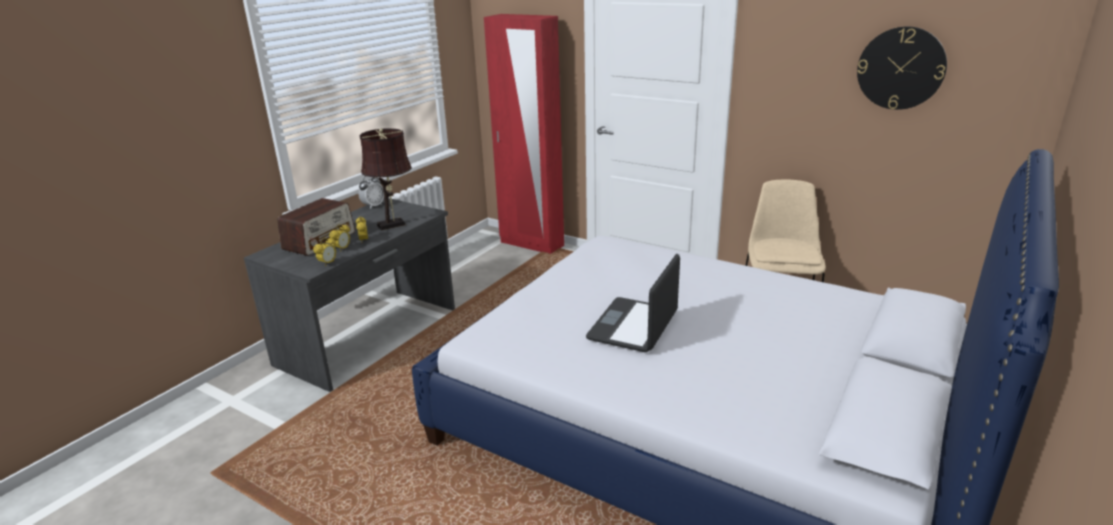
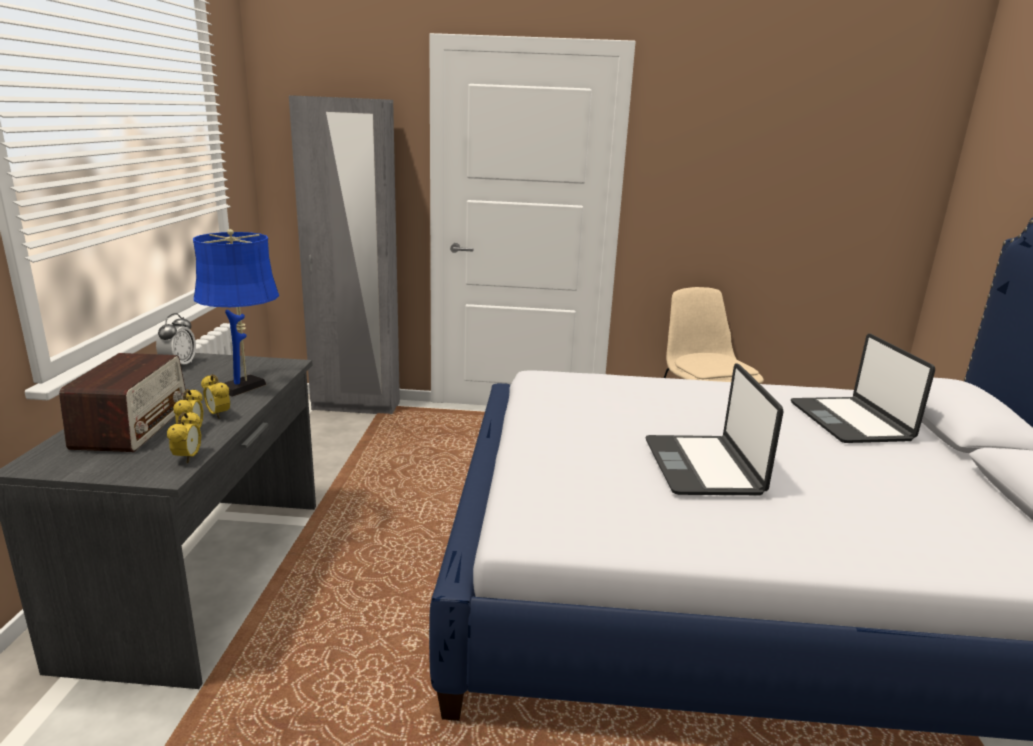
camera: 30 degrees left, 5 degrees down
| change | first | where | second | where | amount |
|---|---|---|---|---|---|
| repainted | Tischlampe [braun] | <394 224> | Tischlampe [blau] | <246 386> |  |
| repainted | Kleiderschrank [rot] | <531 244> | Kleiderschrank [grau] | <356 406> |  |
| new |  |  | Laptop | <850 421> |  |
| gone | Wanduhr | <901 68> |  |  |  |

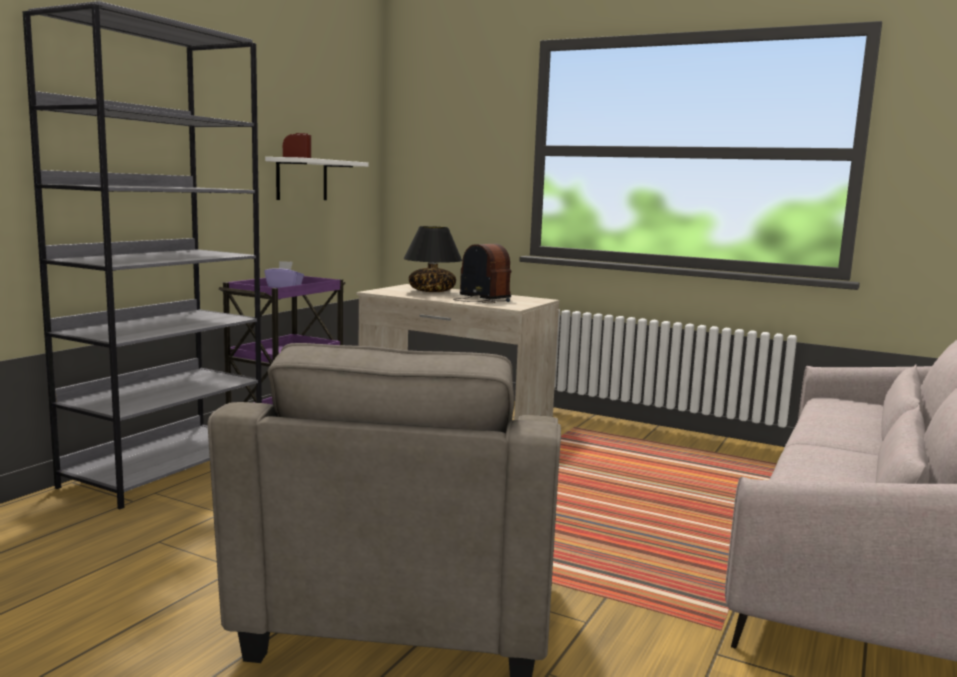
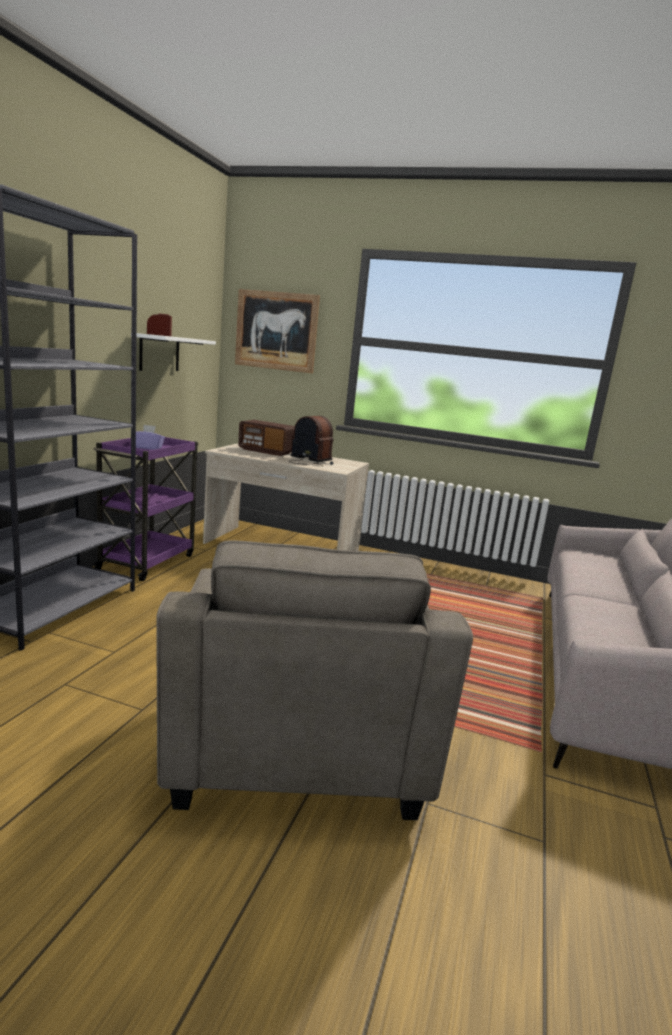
camera: 10 degrees left, 5 degrees up
| change | first | where | second | where | amount |
|---|---|---|---|---|---|
| new |  |  | Bild | <276 331> |  |
| swapped | Tischlampe [schwarz] | <432 291> | Radio | <266 451> |  |

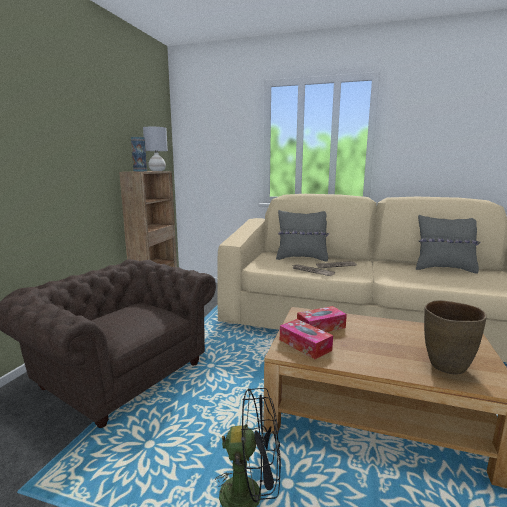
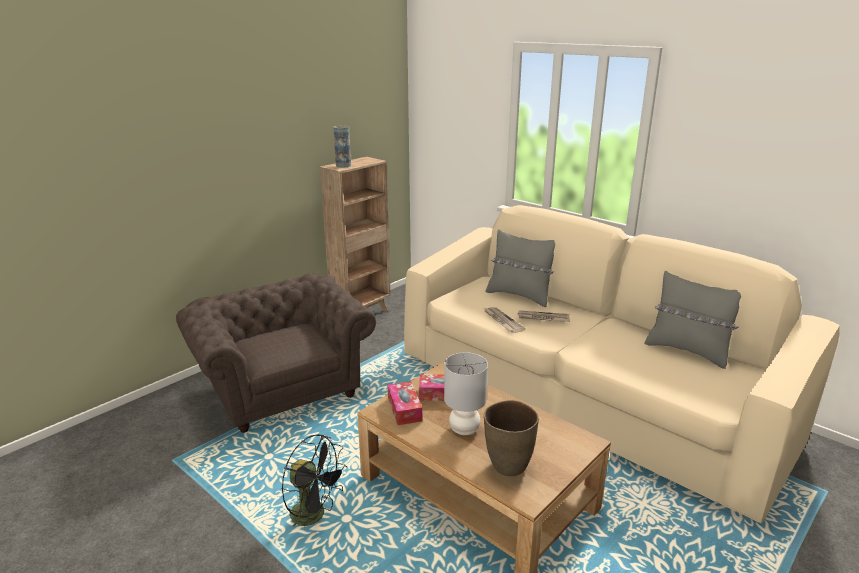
camera: 25 degrees right, 10 degrees up
| change | first | where | second | where | amount |
|---|---|---|---|---|---|
| shifted | Tischlampe [grau] | <157 171> |  | <464 429> |  |

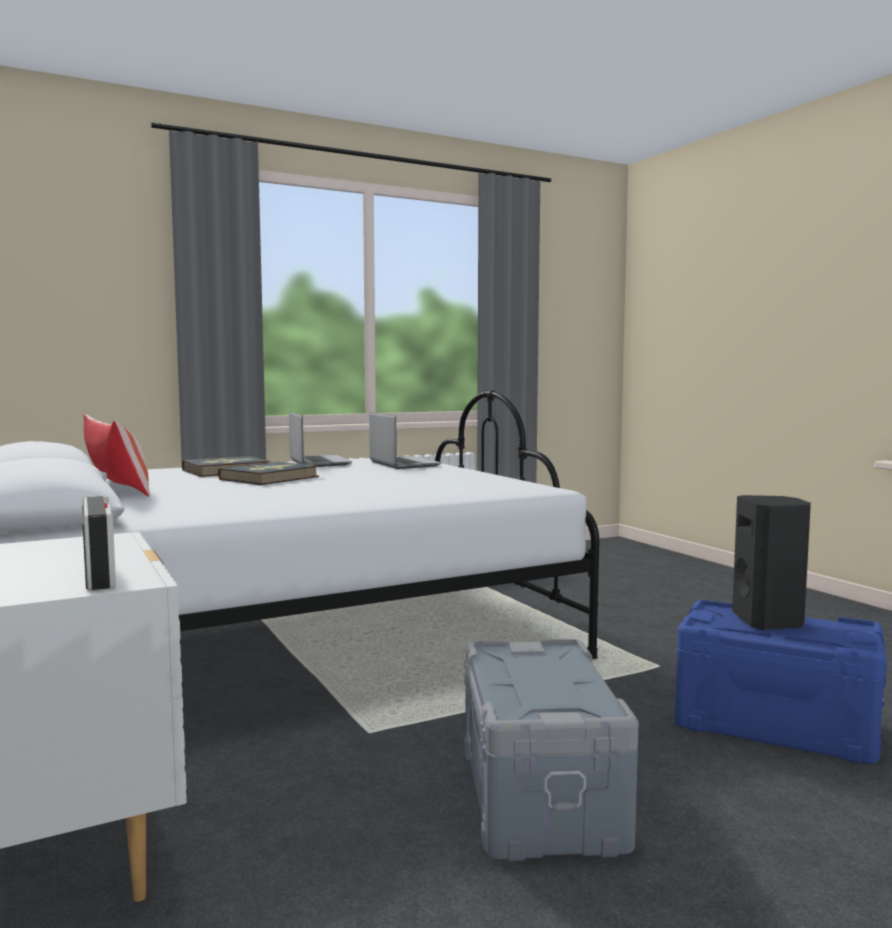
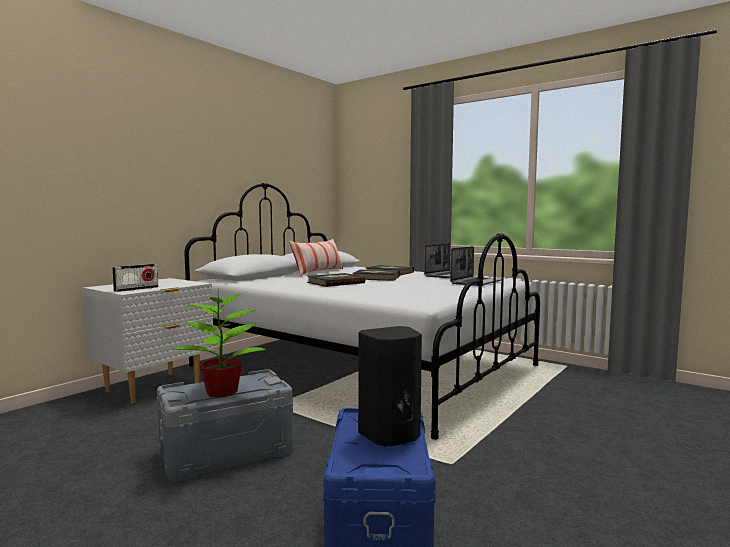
camera: 65 degrees right, 0 degrees up
| change | first | where | second | where | amount |
|---|---|---|---|---|---|
| new |  |  | Topfpflanze | <223 392> |  |
| new |  |  | Buch | <335 282> |  |

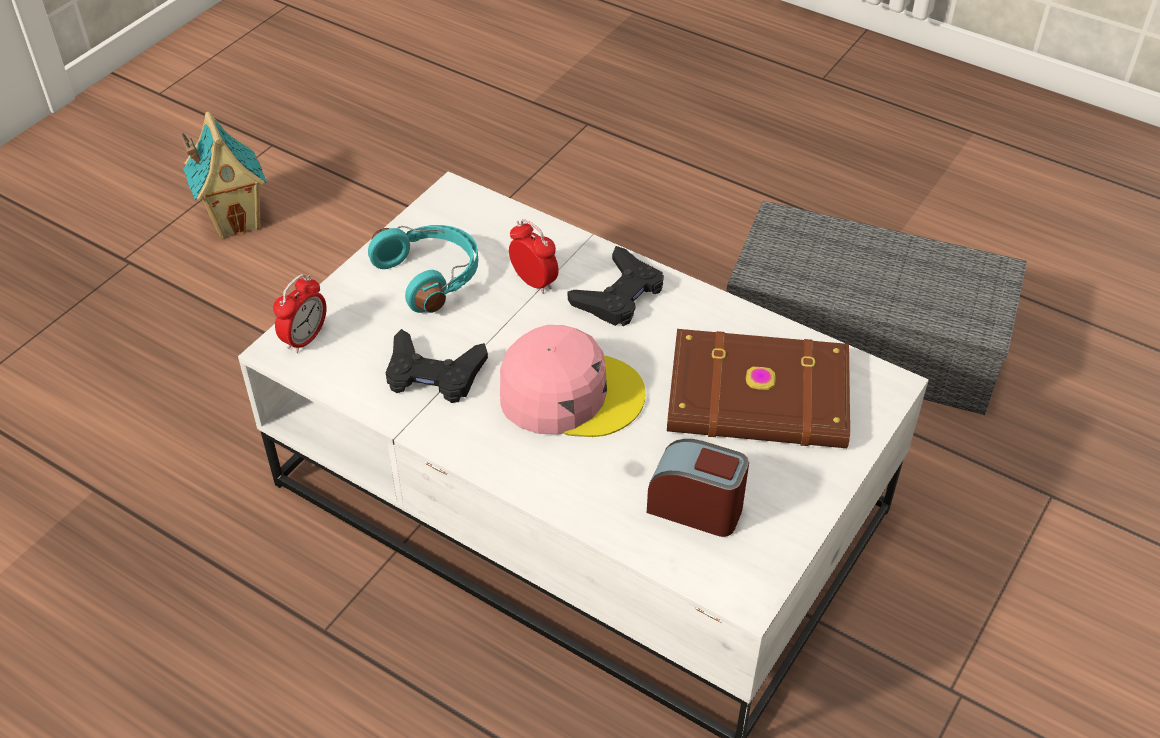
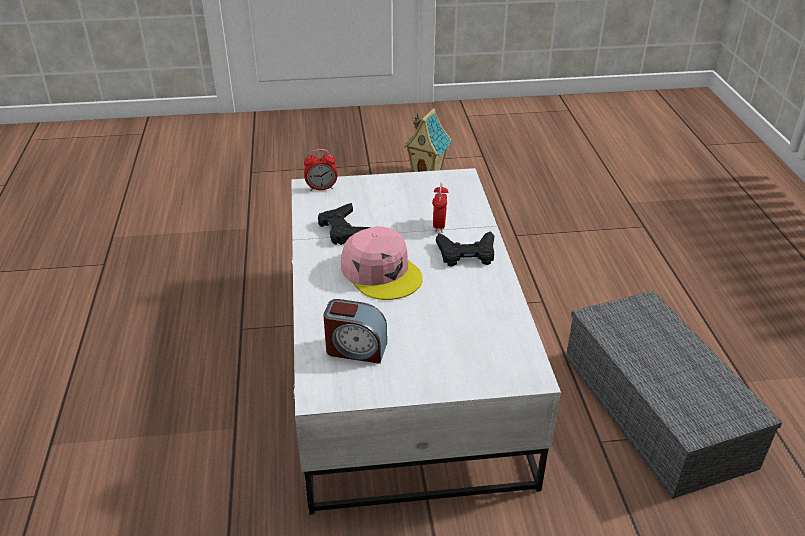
camera: 50 degrees right, 10 degrees down
| change | first | where | second | where | amount |
|---|---|---|---|---|---|
| rotated | Wecker | <696 507> |  | <356 349> | 120 degrees clockwise |
| gone | Kopfhörer [türkis] | <431 276> |  |  |  |
| gone | Buch [braun] | <759 399> |  |  |  |

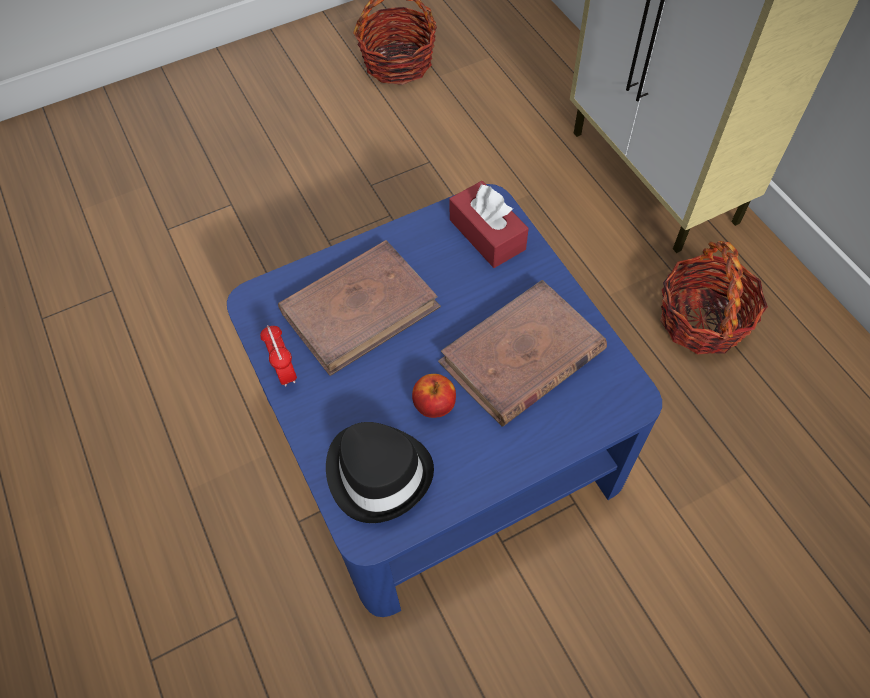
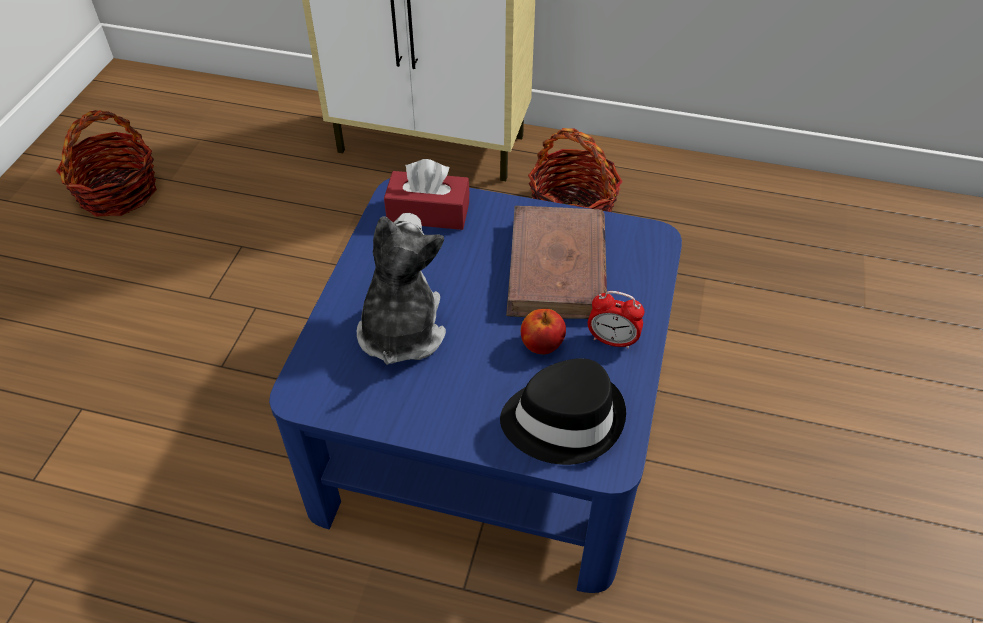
camera: 50 degrees left, 10 degrees down
| change | first | where | second | where | amount |
|---|---|---|---|---|---|
| swapped | Buch [braun] | <360 310> | Plüschtier | <401 330> |  |
| shifted | Wecker | <285 371> |  | <612 340> |  |

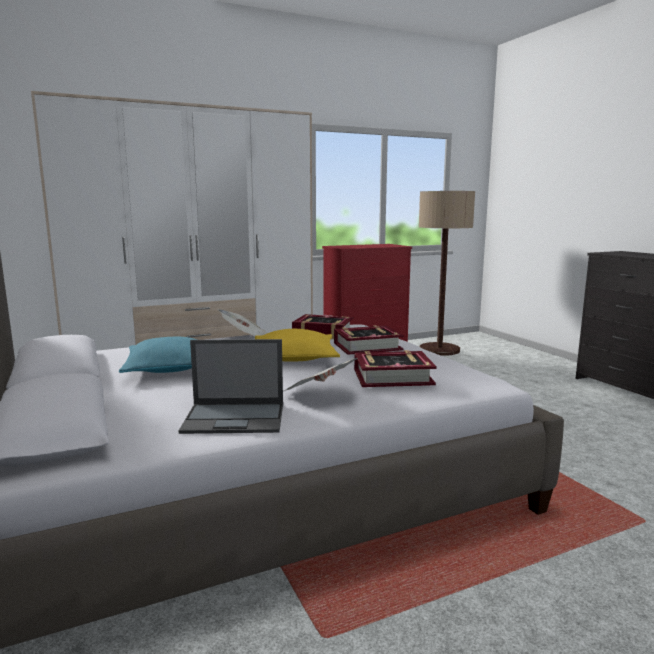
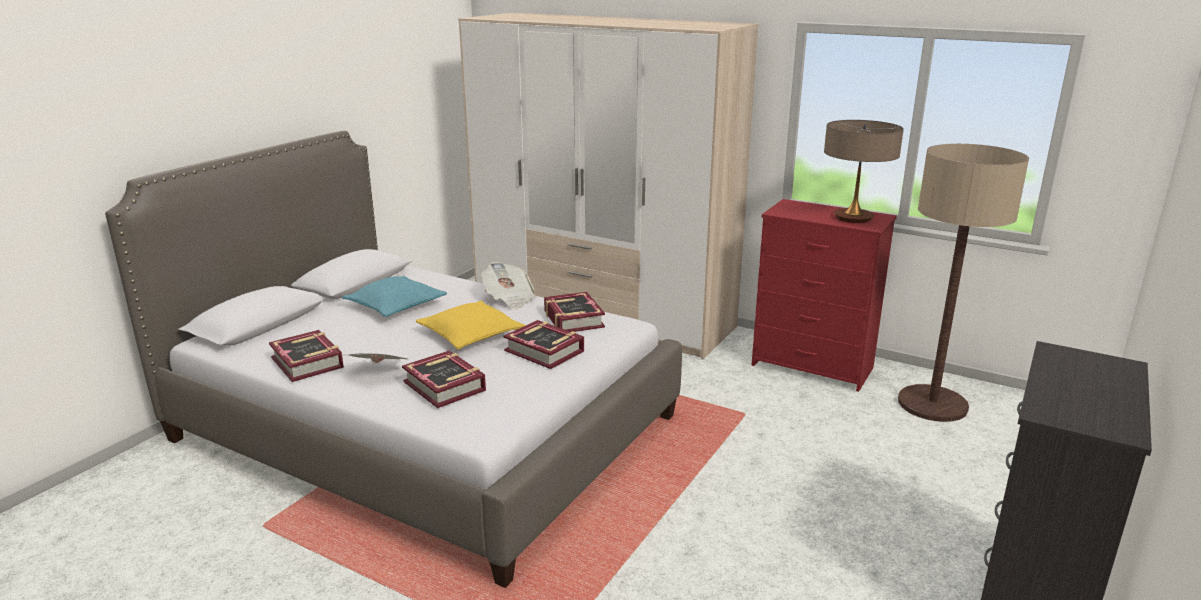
camera: 55 degrees right, 10 degrees up
| change | first | where | second | where | amount |
|---|---|---|---|---|---|
| swapped | Laptop | <236 418> | Buch | <308 362> |  |
| new |  |  | Tischlampe | <853 218> |  |

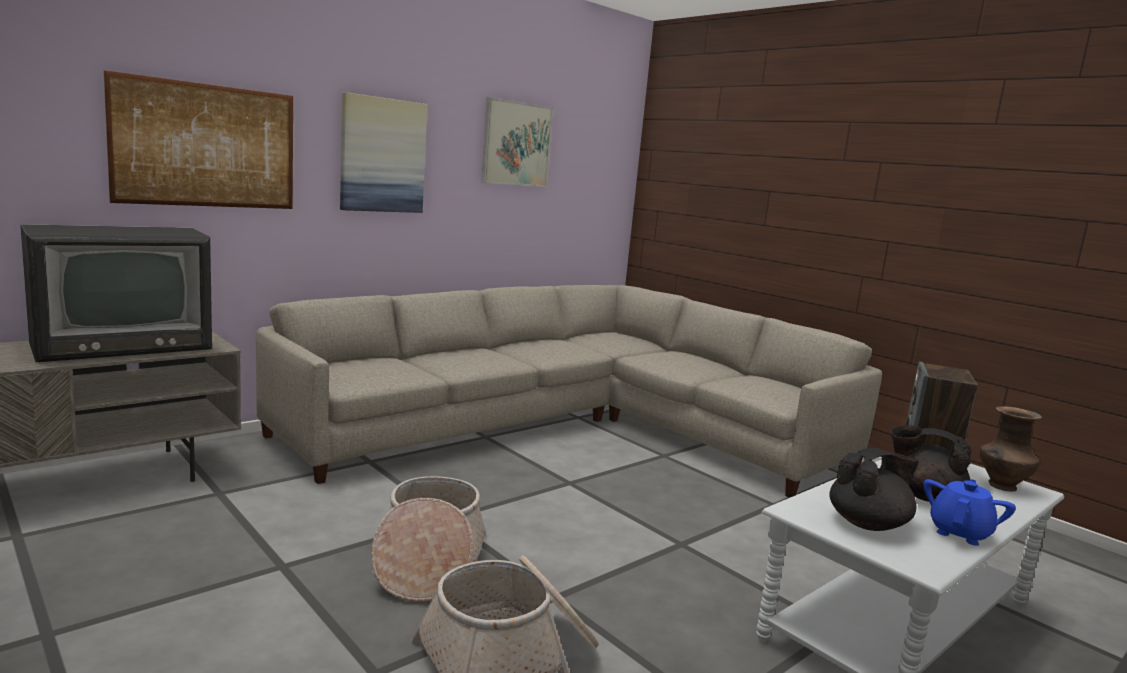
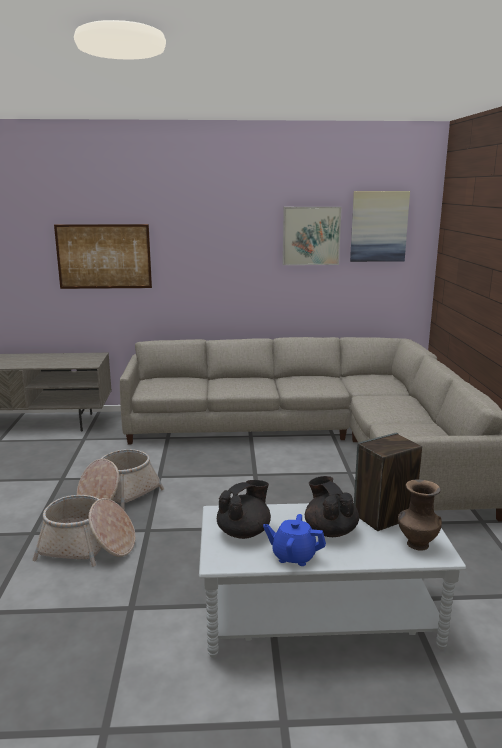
camera: 40 degrees right, 5 degrees up
| change | first | where | second | where | amount |
|---|---|---|---|---|---|
| rotated | Teekanne [schwarz] | <868 524> |  | <244 532> | 60 degrees counterclockwise |
| rotated | Teekanne [blau] | <959 533> |  | <293 556> | 150 degrees counterclockwise |
| shifted | Bild | <382 155> |  | <379 226> |  |
| gone | Fernseher | <123 344> |  |  |  |

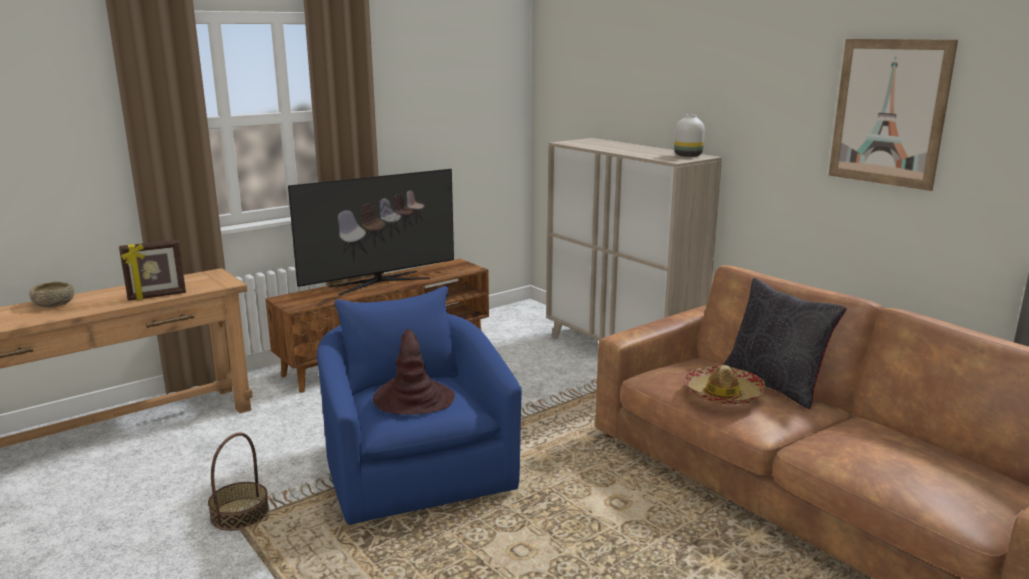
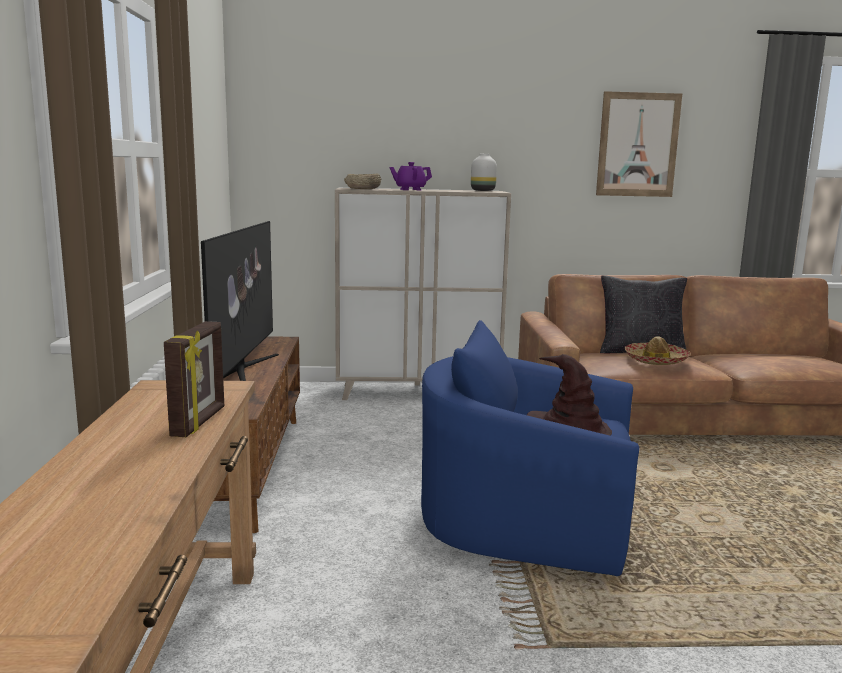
camera: 55 degrees left, 5 degrees down
| change | first | where | second | where | amount |
|---|---|---|---|---|---|
| shifted | Schüssel [beige] | <53 304> |  | <363 189> |  |
| new |  |  | Teekanne [lila] | <410 189> |  |
| gone | Korb | <240 514> |  |  |  |

